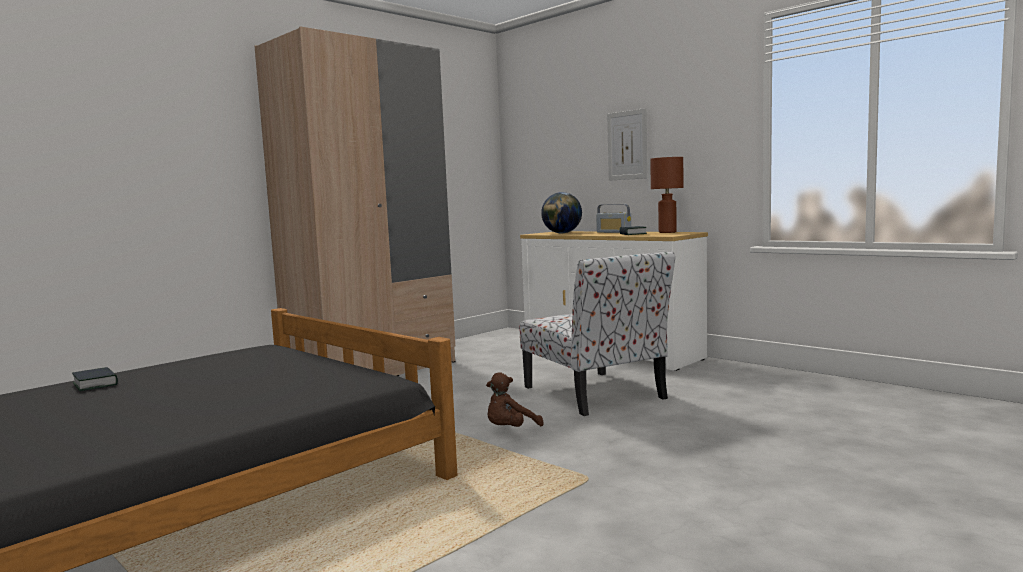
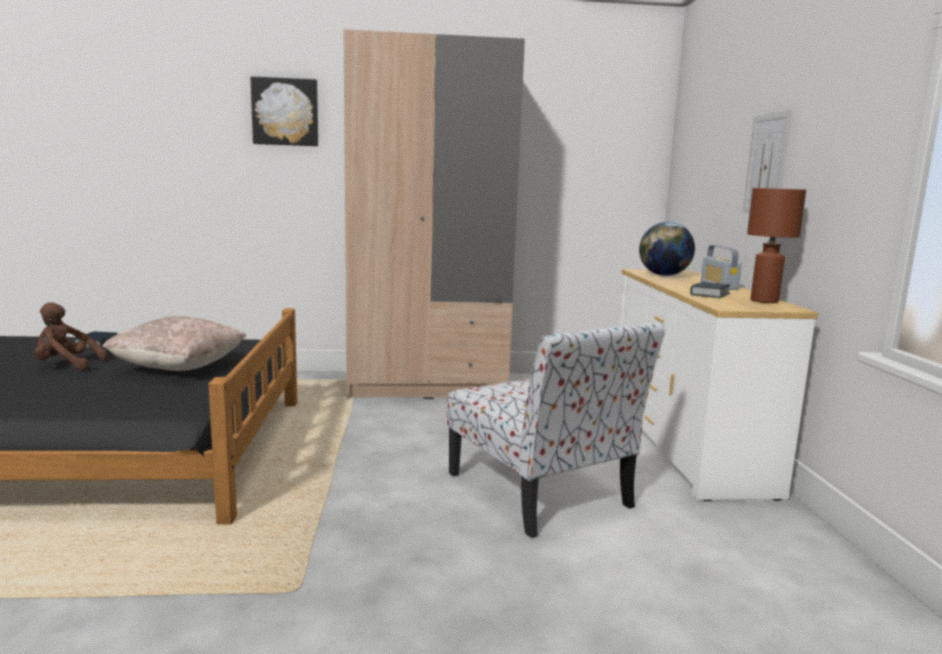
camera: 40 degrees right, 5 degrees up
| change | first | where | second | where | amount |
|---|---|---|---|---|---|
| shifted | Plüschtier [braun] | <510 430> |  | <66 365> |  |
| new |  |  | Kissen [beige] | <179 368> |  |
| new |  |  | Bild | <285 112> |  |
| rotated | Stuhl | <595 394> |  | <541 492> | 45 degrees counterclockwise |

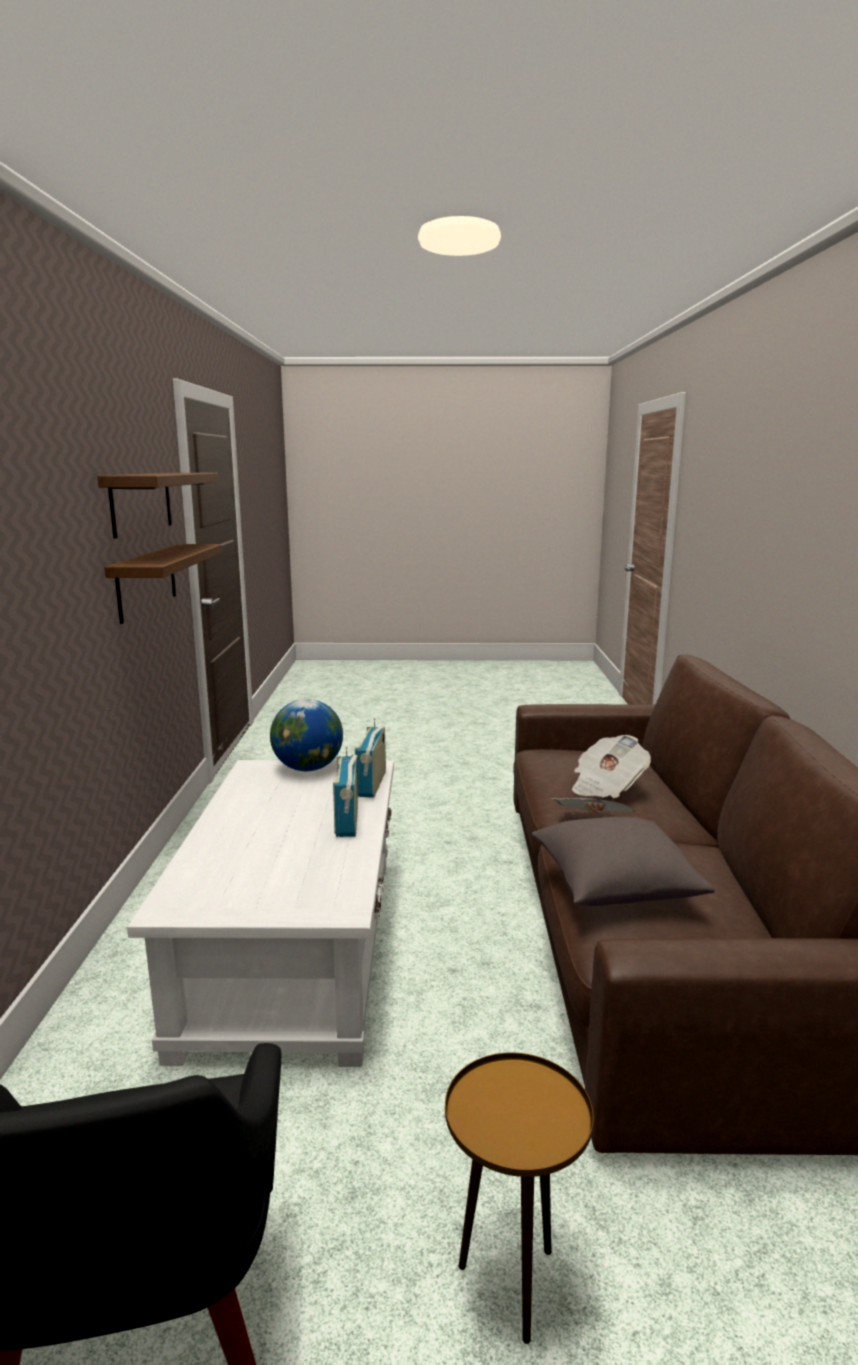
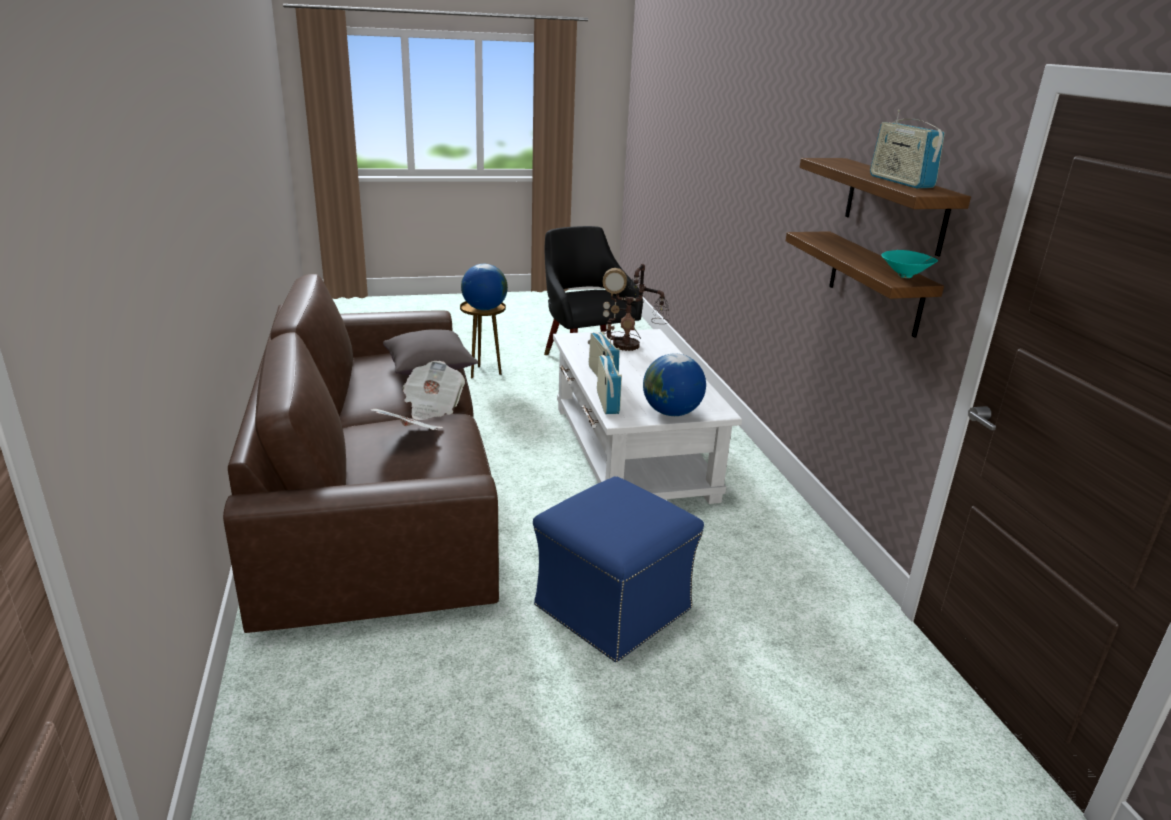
camera: 165 degrees right, 10 degrees up
| change | first | where | second | where | amount |
|---|---|---|---|---|---|
| new |  |  | Globus | <484 309> |  |
| new |  |  | Polsterhocker [blau] | <612 608> |  |
| new |  |  | Tischlampe | <627 346> |  |
| new |  |  | Radio | <900 182> |  |
| new |  |  | Schüssel [türkis] | <906 276> |  |

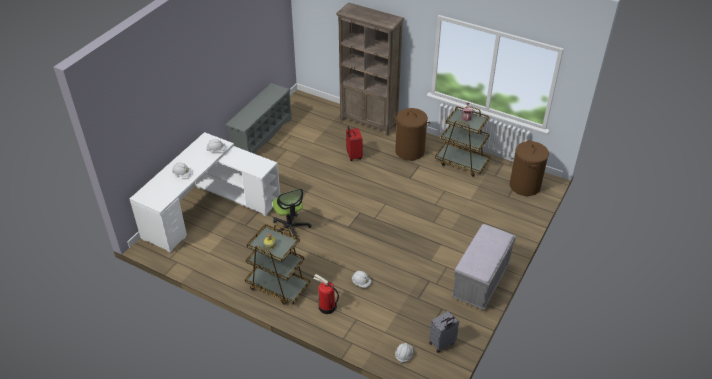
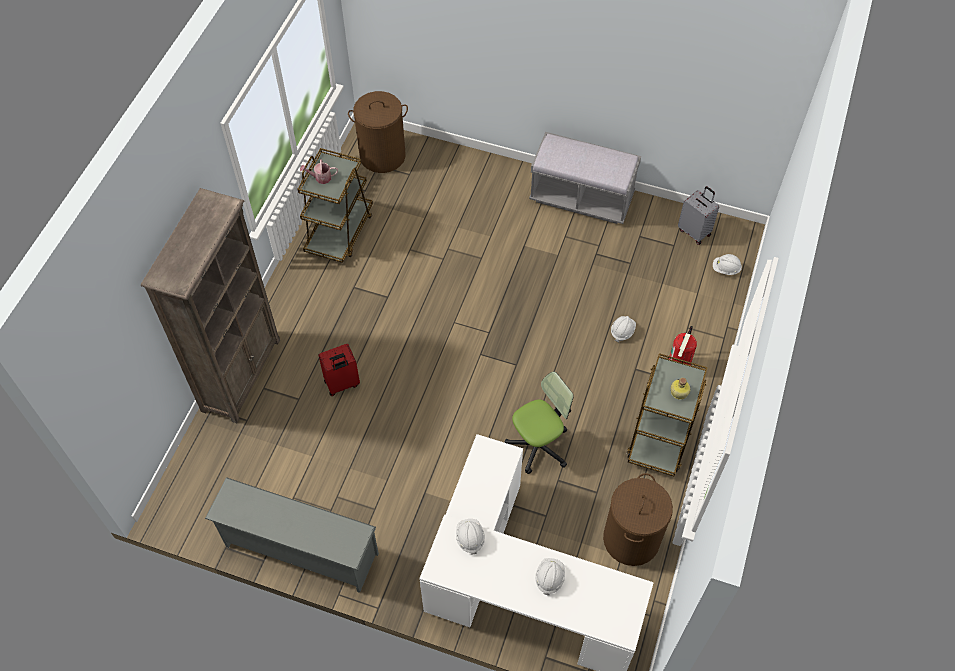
camera: 100 degrees left, 15 degrees up
| change | first | where | second | where | amount |
|---|---|---|---|---|---|
| shifted | Wäschekorb [braun] | <410 151> |  | <631 539> |  |

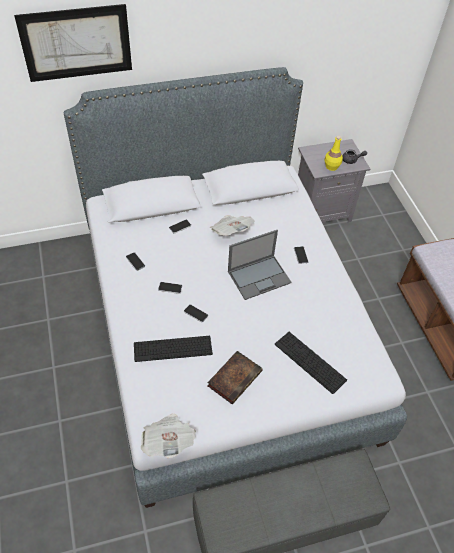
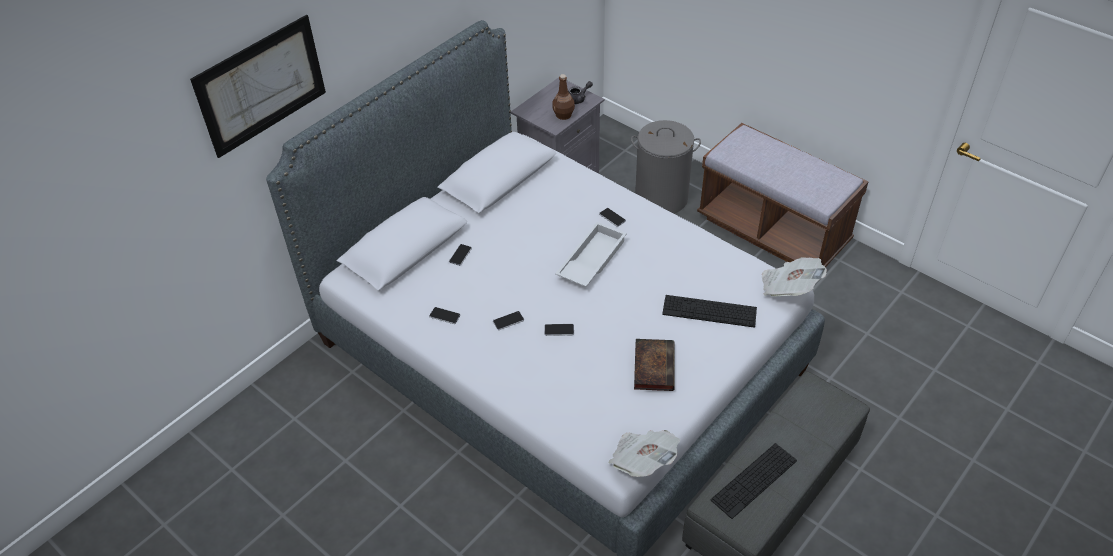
camera: 30 degrees left, 5 degrees down
| change | first | where | second | where | amount |
|---|---|---|---|---|---|
| repainted | Flasche [gelb] | <331 166> | Flasche [braun] | <563 115> |  |
| swapped | Laptop | <259 276> | Tablett [weiß] | <590 260> |  |
| new |  |  | Wäschekorb [grau] | <661 198> |  |
| shifted | Tastatur | <173 348> |  | <754 480> |  |
| shifted | Zeitung | <231 232> |  | <788 287> |  |

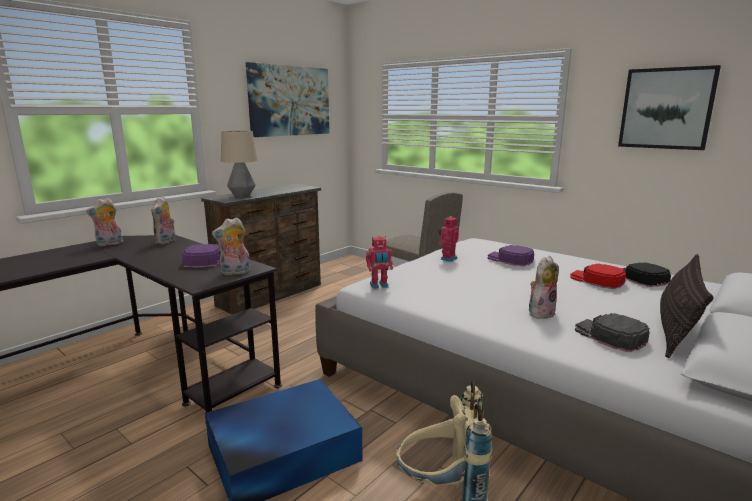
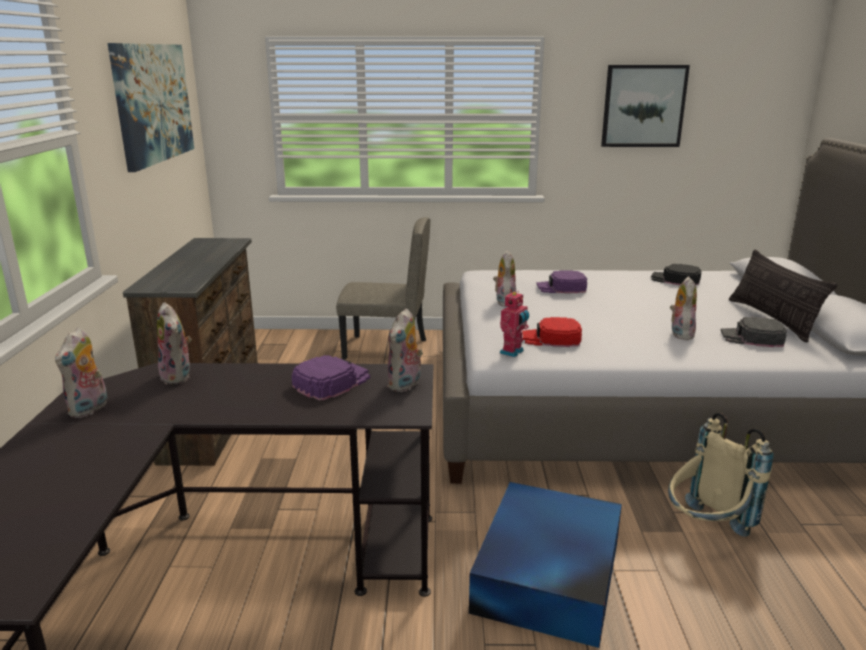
camera: 40 degrees left, 5 degrees up
| change | first | where | second | where | amount |
|---|---|---|---|---|---|
| swapped | Spielzeugroboter | <447 258> | Plüschtier | <504 302> |  |
| shifted | Kappe [rot] | <597 280> |  | <551 338> |  |
| gone | Tischlampe | <242 196> |  |  |  |

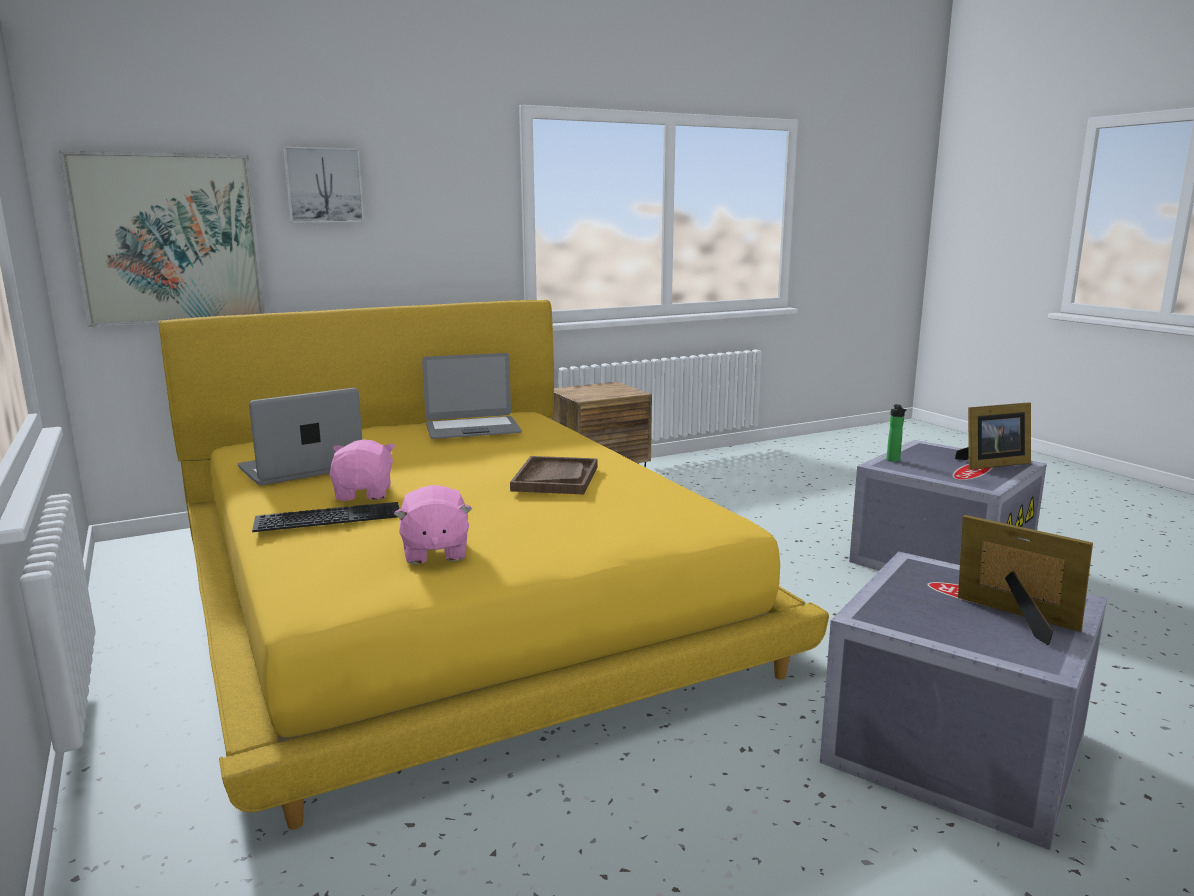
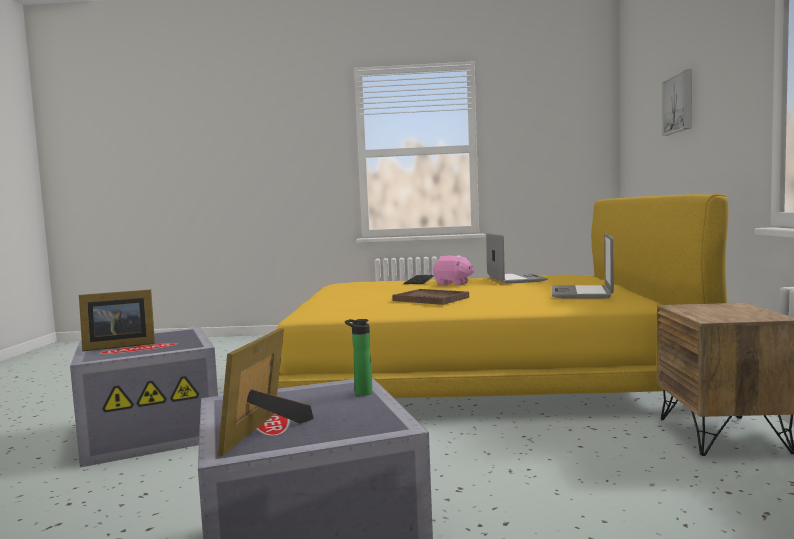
camera: 120 degrees right, 10 degrees down
| change | first | where | second | where | amount |
|---|---|---|---|---|---|
| gone | Bild | <169 239> |  |  |  |
| gone | Plüschtier [rosa] | <434 552> |  |  |  |

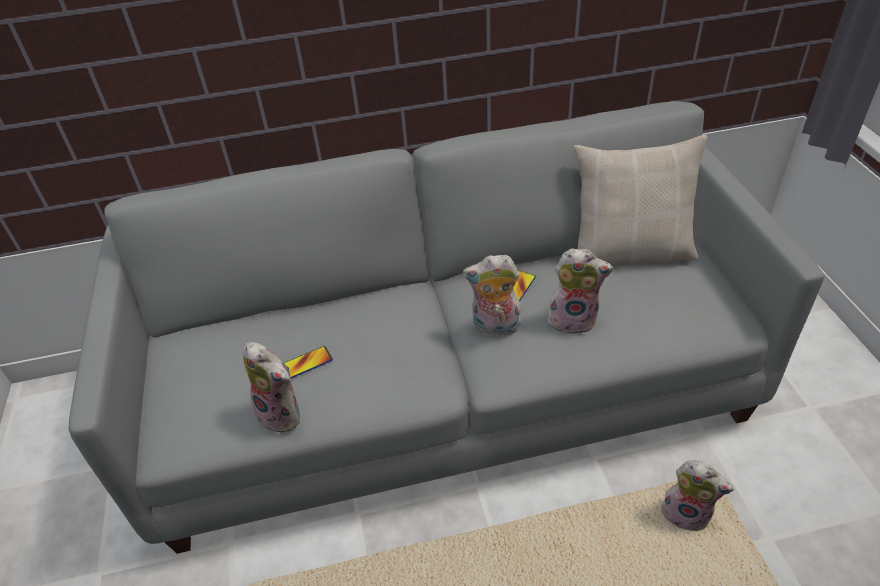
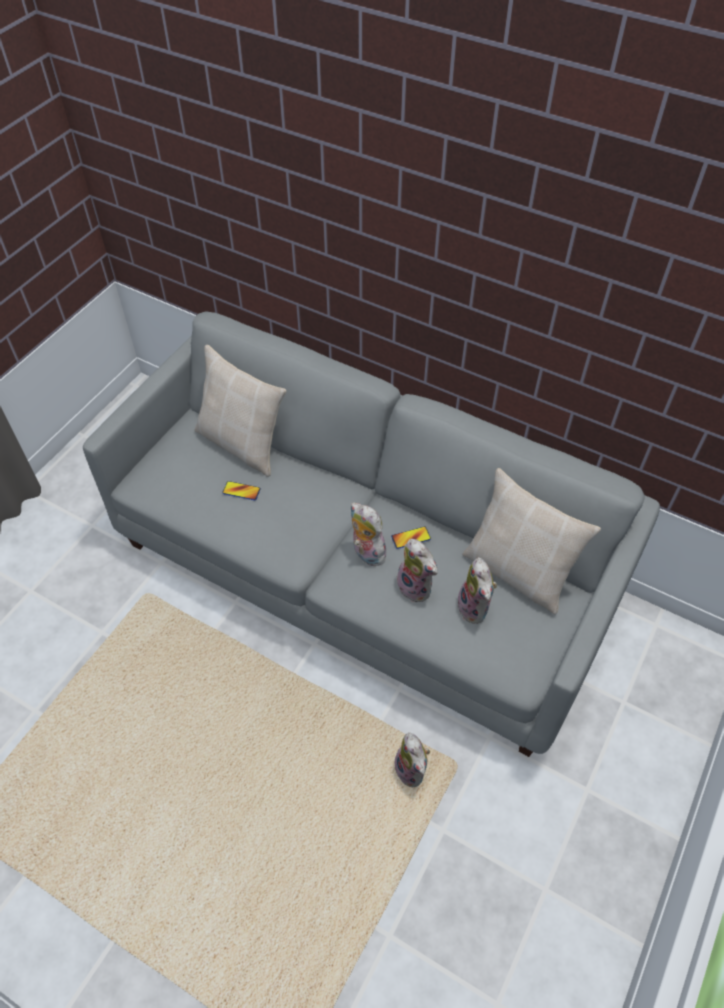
camera: 40 degrees right, 10 degrees up
| change | first | where | second | where | amount |
|---|---|---|---|---|---|
| new |  |  | Kissen [beige] | <242 444> |  |
| shifted | Plüschtier | <283 414> |  | <475 608> |  |

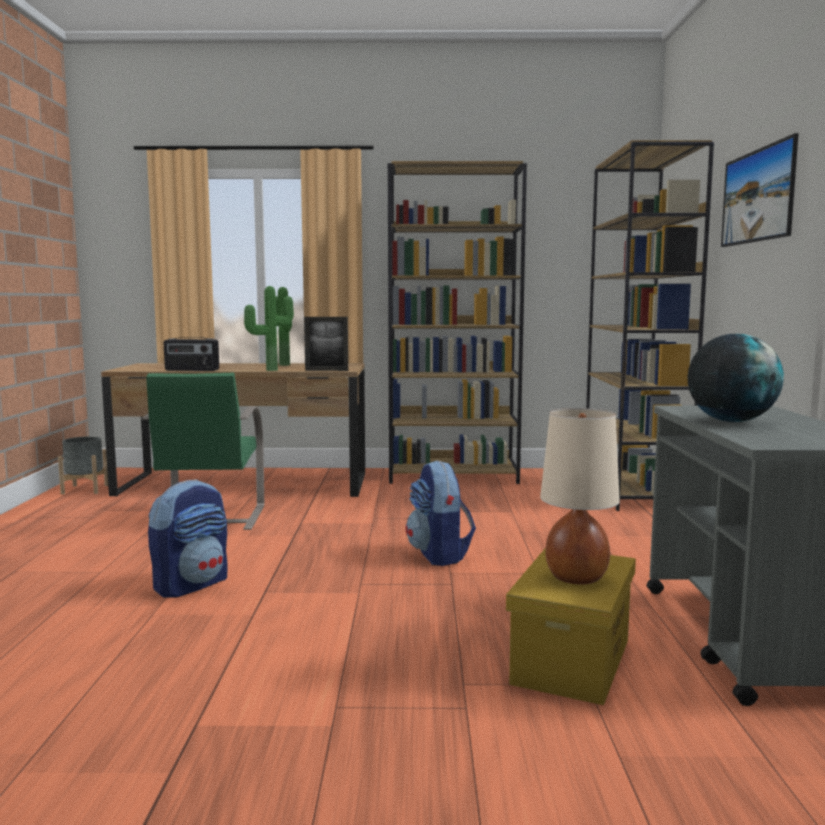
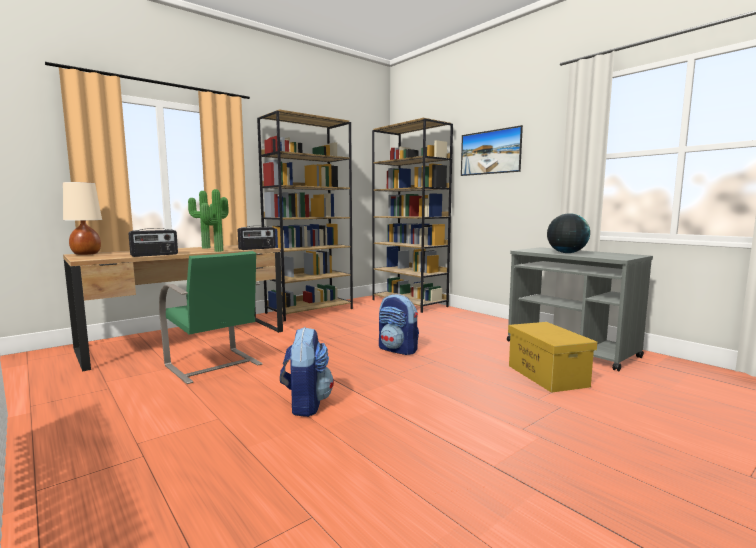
camera: 40 degrees left, 0 degrees up
| change | first | where | second | where | amount |
|---|---|---|---|---|---|
| shifted | Tischlampe [beige] | <576 578> |  | <86 254> |  |
| swapped | Bilderrahmen | <326 370> | Radio | <257 249> |  |
| gone | Pflanzkübel [grau] | <85 489> |  |  |  |

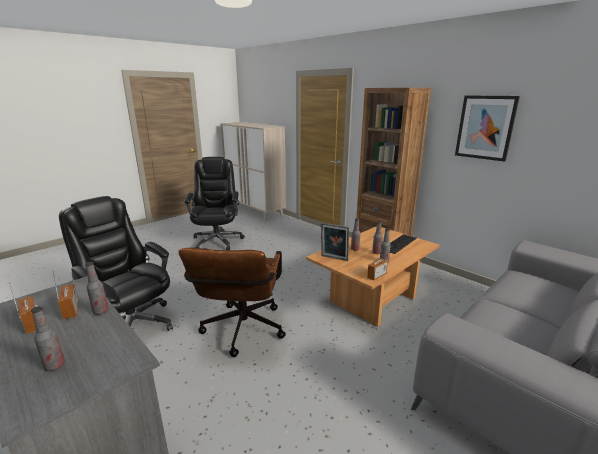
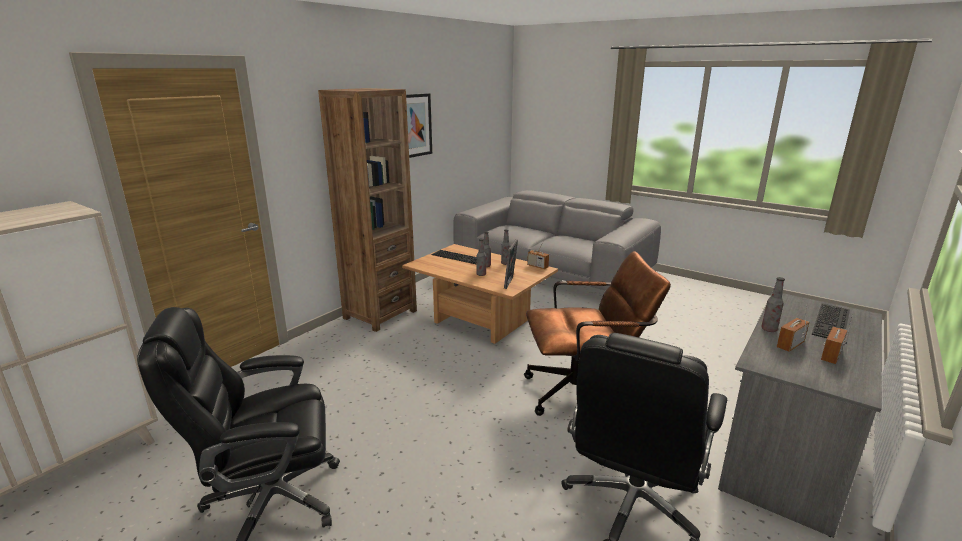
camera: 100 degrees left, 0 degrees up
| change | first | where | second | where | amount |
|---|---|---|---|---|---|
| swapped | Flasche | <55 365> | Tastatur | <833 322> |  |

